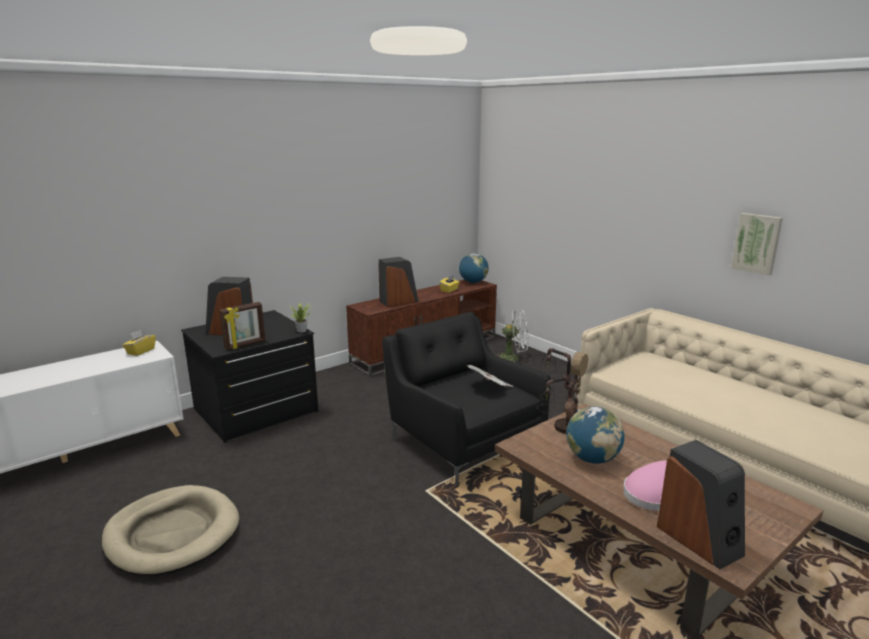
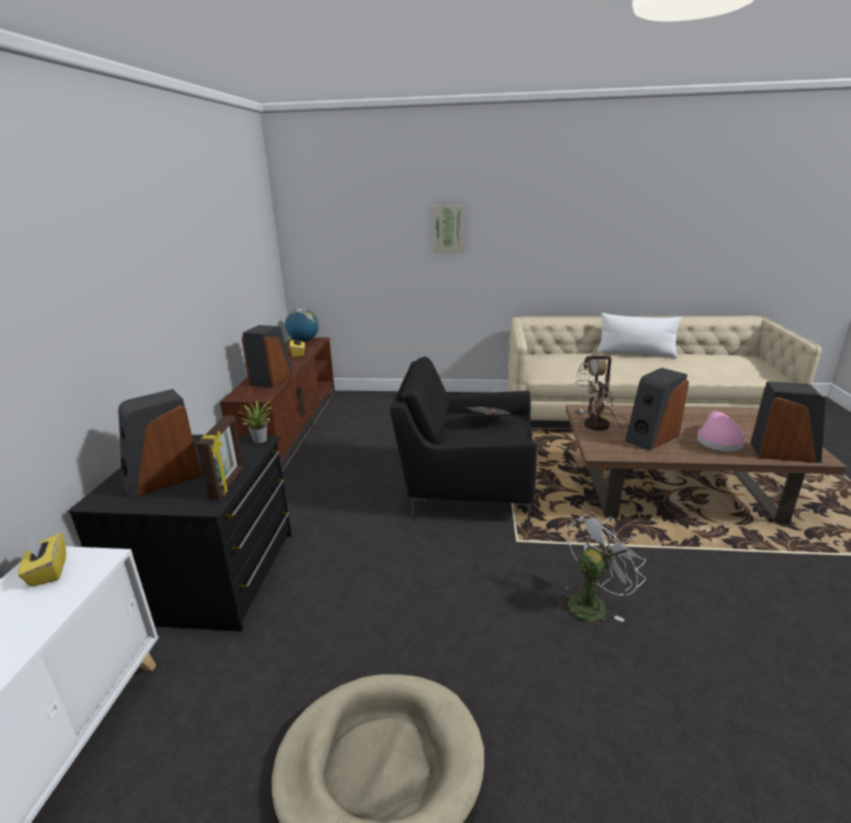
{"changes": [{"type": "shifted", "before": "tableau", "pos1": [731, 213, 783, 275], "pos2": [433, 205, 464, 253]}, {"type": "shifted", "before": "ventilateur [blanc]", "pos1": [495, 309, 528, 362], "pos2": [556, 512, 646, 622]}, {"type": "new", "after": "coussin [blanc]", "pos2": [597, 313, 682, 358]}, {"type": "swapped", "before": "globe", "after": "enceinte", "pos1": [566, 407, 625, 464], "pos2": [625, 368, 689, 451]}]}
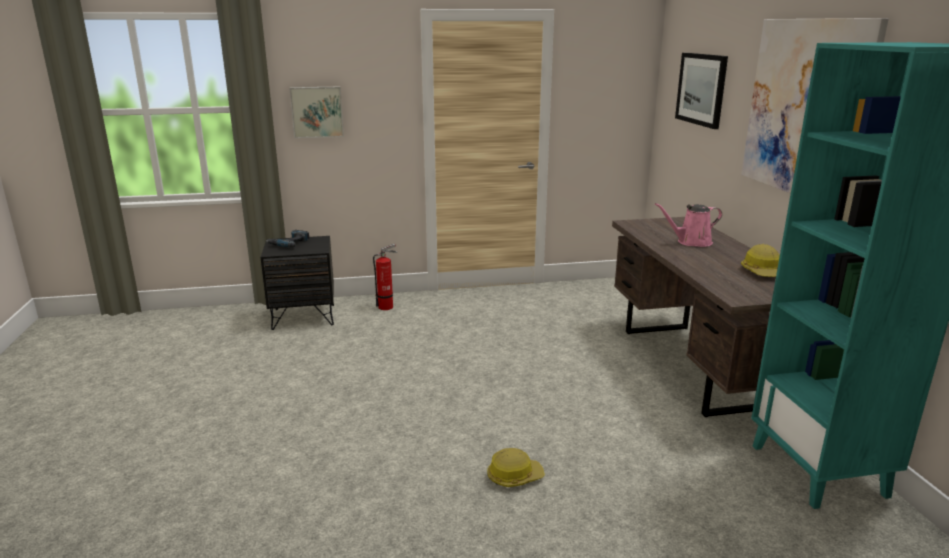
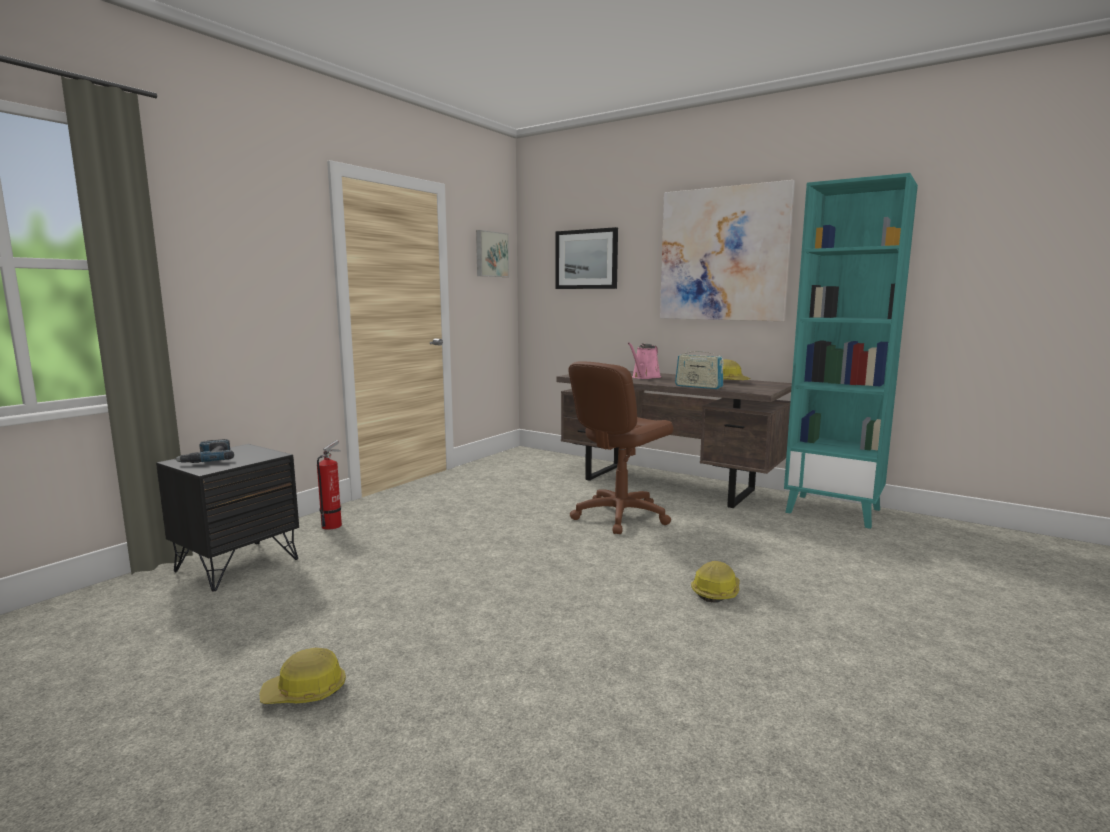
{"changes": [{"type": "new", "after": "casque de chantier", "pos2": [259, 648, 346, 704]}, {"type": "shifted", "before": "tableau", "pos1": [289, 87, 344, 138], "pos2": [476, 230, 509, 277]}, {"type": "new", "after": "chaise de bureau [marron]", "pos2": [568, 361, 673, 534]}, {"type": "new", "after": "radio", "pos2": [675, 347, 724, 389]}]}
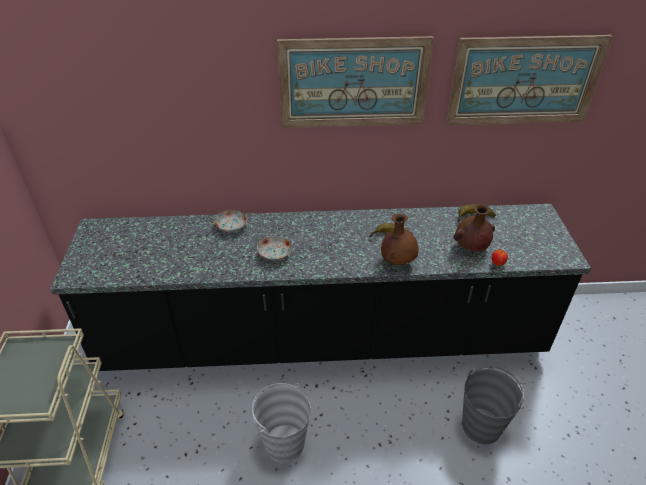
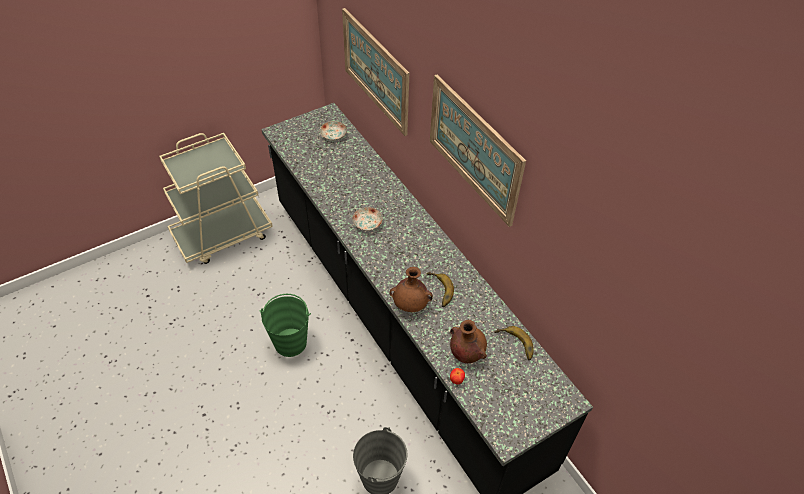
{"changes": [{"type": "repainted", "before": "seau [gris]", "after": "seau [vert]", "pos1": [252, 383, 311, 463], "pos2": [259, 294, 311, 357]}, {"type": "shifted", "before": "assiette", "pos1": [214, 210, 247, 232], "pos2": [320, 121, 347, 141]}, {"type": "shifted", "before": "tableau", "pos1": [446, 35, 613, 125], "pos2": [342, 8, 409, 136]}]}
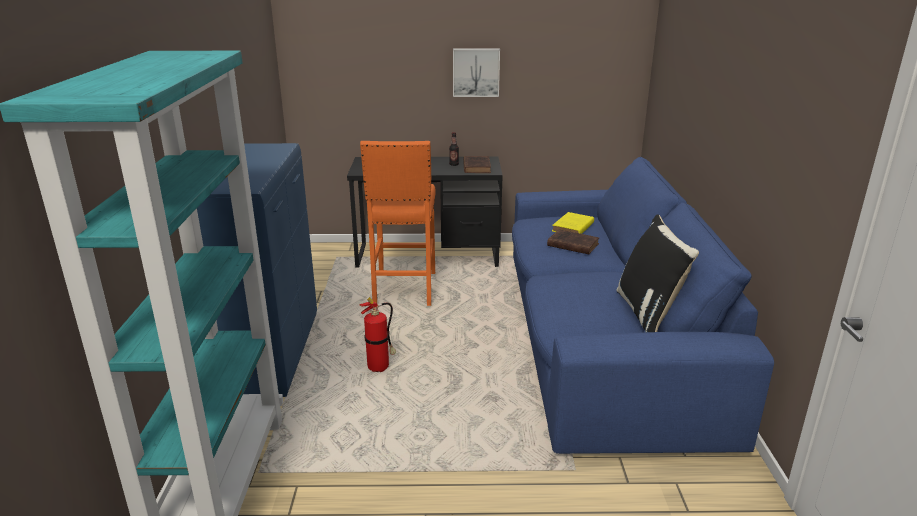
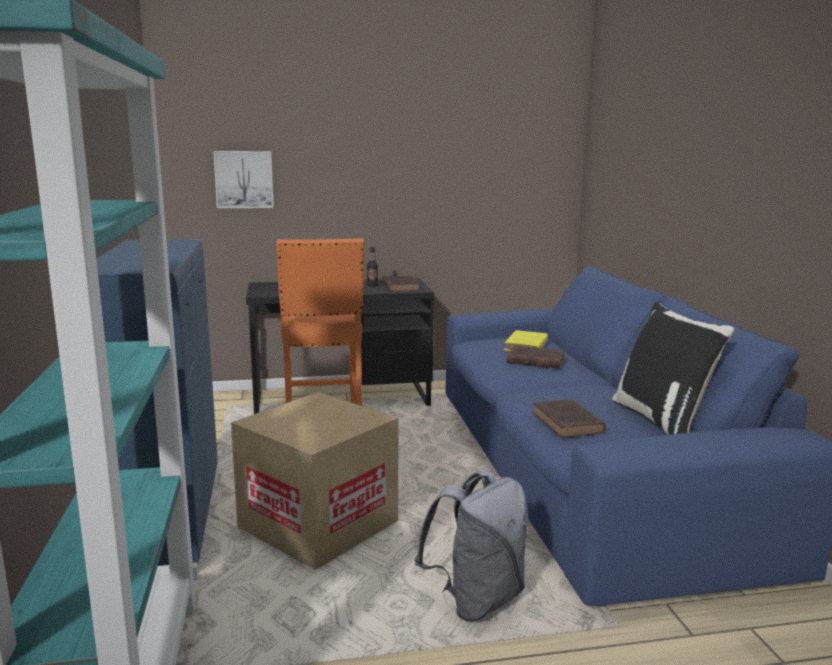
{"changes": [{"type": "shifted", "before": "tableau", "pos1": [453, 49, 500, 97], "pos2": [213, 151, 274, 208]}, {"type": "swapped", "before": "extincteur", "after": "carton", "pos1": [360, 297, 396, 372], "pos2": [231, 392, 399, 570]}, {"type": "new", "after": "sac à dos [gris]", "pos2": [414, 472, 529, 621]}, {"type": "new", "after": "livre [marron]", "pos2": [532, 399, 606, 438]}]}
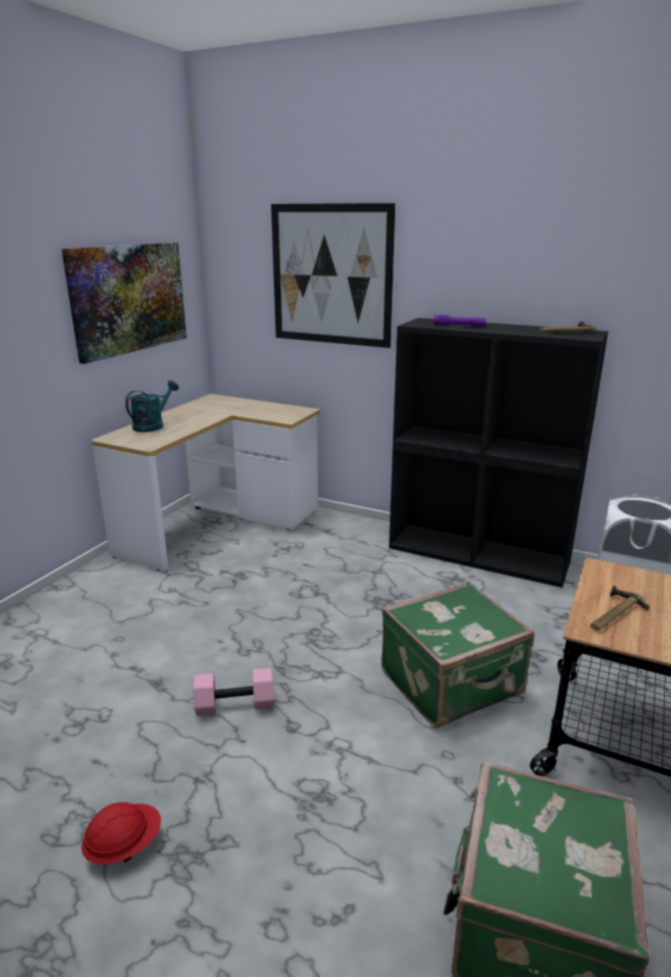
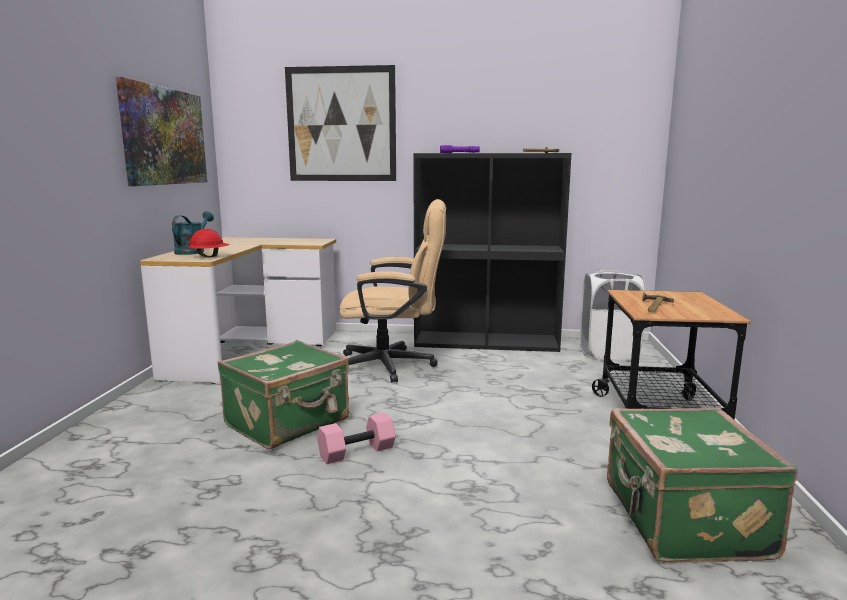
{"changes": [{"type": "shifted", "before": "casque de chantier [rouge]", "pos1": [81, 802, 161, 864], "pos2": [188, 229, 230, 257]}, {"type": "shifted", "before": "valise [vert]", "pos1": [382, 582, 534, 728], "pos2": [217, 340, 349, 450]}, {"type": "new", "after": "chaise de bureau [beige]", "pos2": [339, 199, 446, 383]}]}
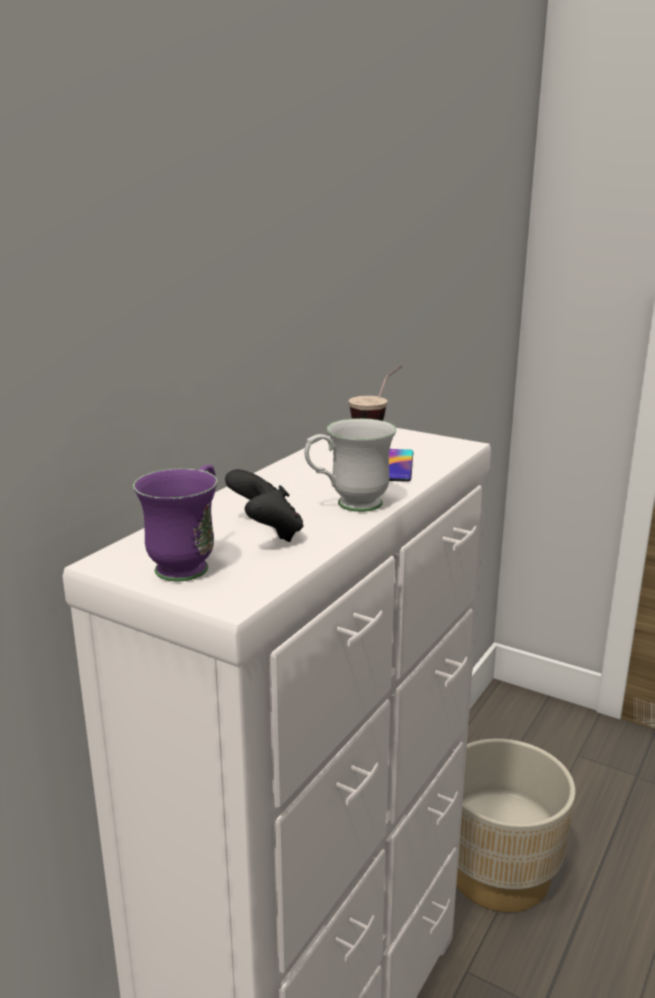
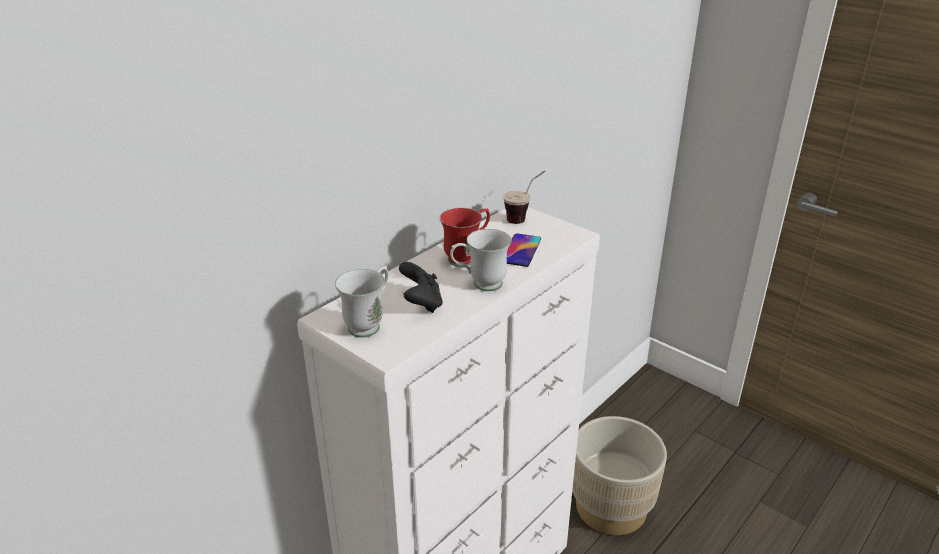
{"changes": [{"type": "repainted", "before": "mug [violet]", "after": "mug [blanc]", "pos1": [133, 465, 218, 582], "pos2": [335, 266, 389, 338]}, {"type": "new", "after": "mug [rouge]", "pos2": [440, 208, 490, 267]}]}
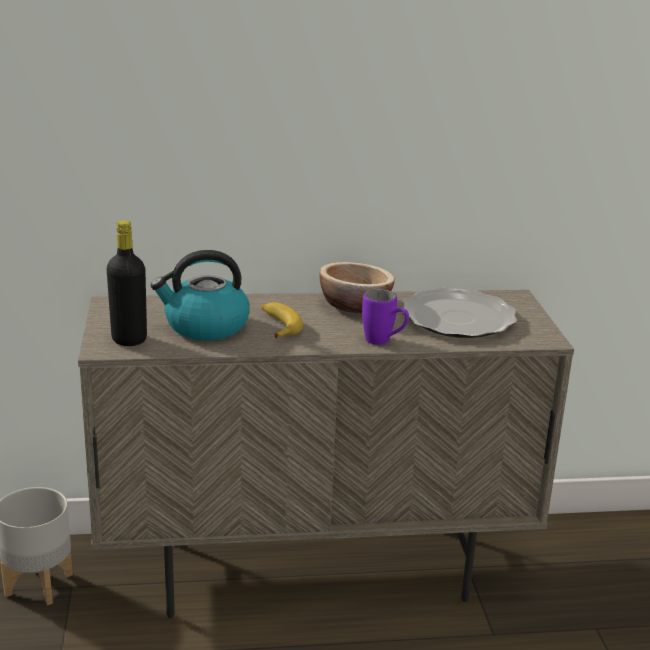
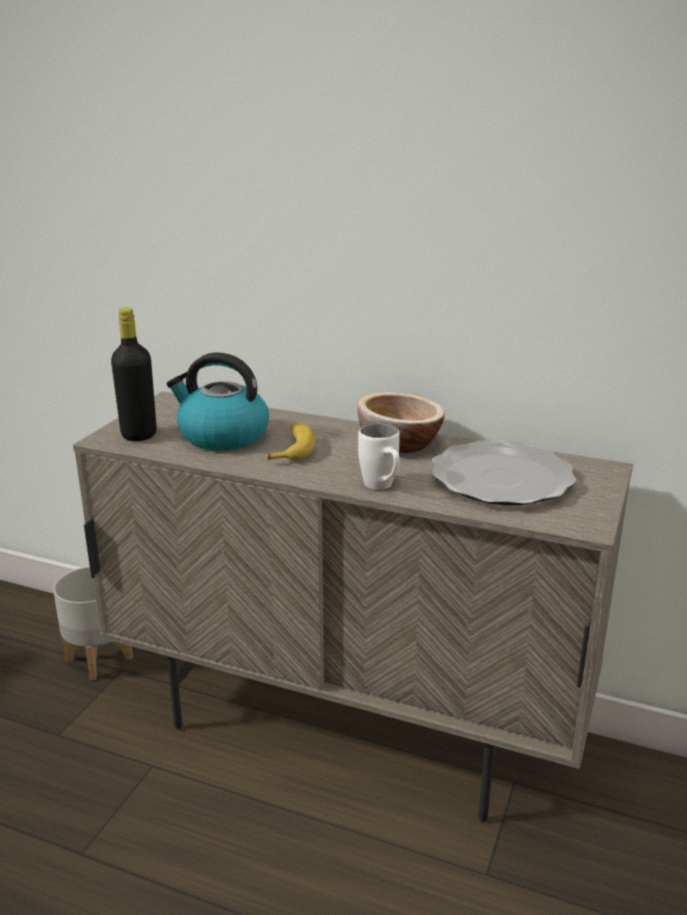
{"changes": [{"type": "repainted", "before": "mug [violet]", "after": "mug [blanc]", "pos1": [362, 289, 409, 345], "pos2": [358, 423, 400, 490]}]}
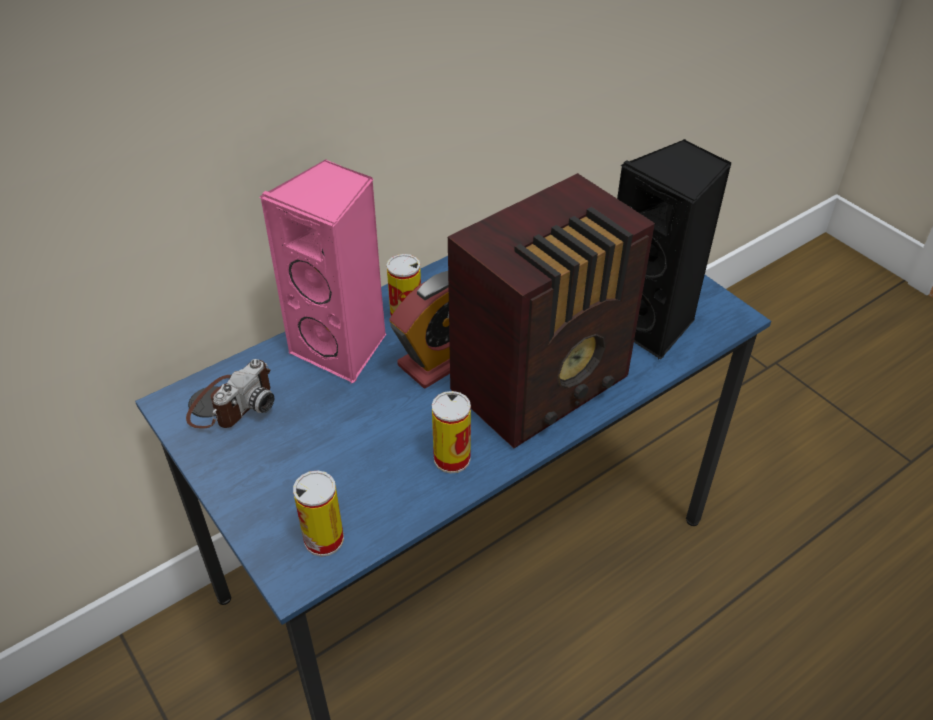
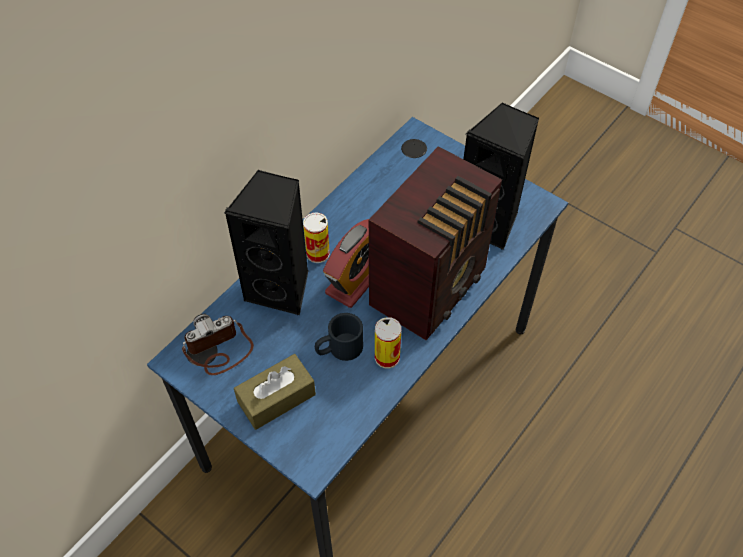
{"changes": [{"type": "rotated", "before": "appareil photo", "pos1": [186, 359, 274, 429], "pos2": [182, 314, 254, 375], "turn": -135}, {"type": "repainted", "before": "enceinte [rose]", "after": "enceinte [noir]", "pos1": [259, 159, 386, 384], "pos2": [224, 170, 309, 315]}, {"type": "new", "after": "boîte à mouchoirs [marron]", "pos2": [234, 354, 316, 430]}, {"type": "new", "after": "mug [noir]", "pos2": [315, 313, 363, 361]}, {"type": "gone", "before": "boîte métallique", "pos1": [293, 470, 344, 557]}]}
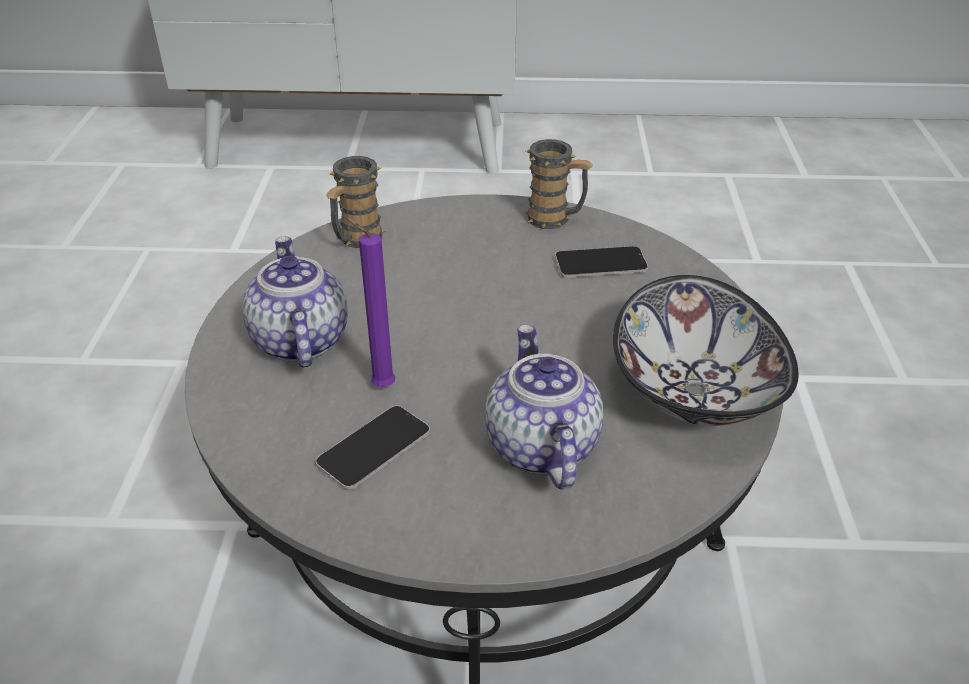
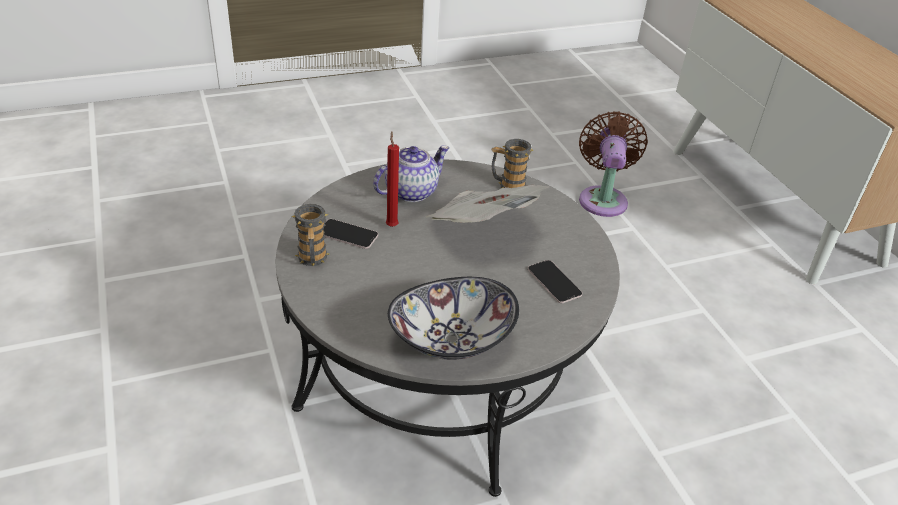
{"changes": [{"type": "shifted", "before": "mug", "pos1": [524, 139, 593, 229], "pos2": [292, 204, 329, 266]}, {"type": "repainted", "before": "bougie [violet]", "after": "bougie [rouge]", "pos1": [345, 217, 395, 387], "pos2": [386, 131, 399, 227]}, {"type": "new", "after": "journal", "pos2": [426, 185, 549, 223]}, {"type": "new", "after": "ventilateur [marron]", "pos2": [579, 111, 648, 217]}, {"type": "gone", "before": "théière", "pos1": [485, 324, 603, 490]}]}
